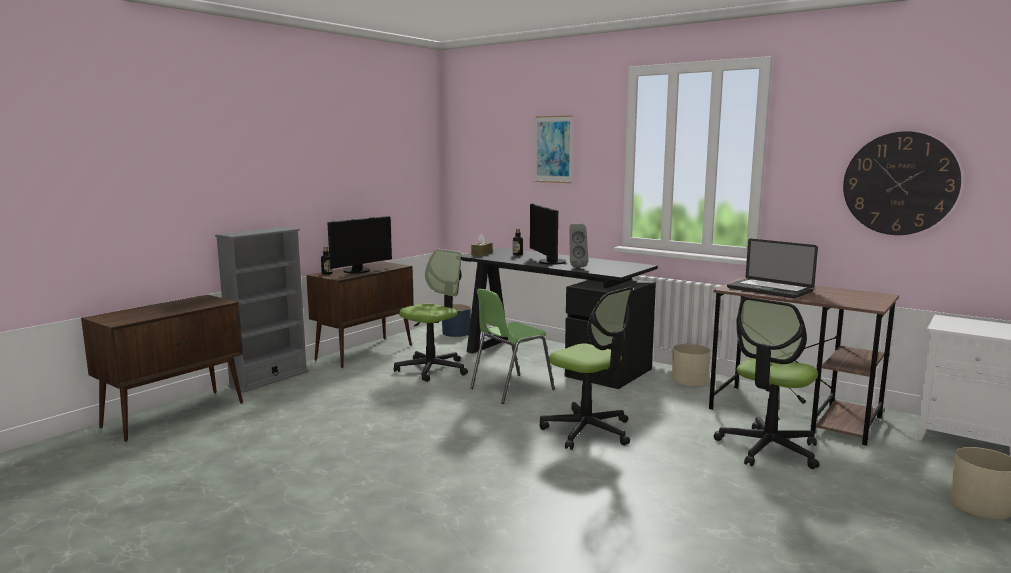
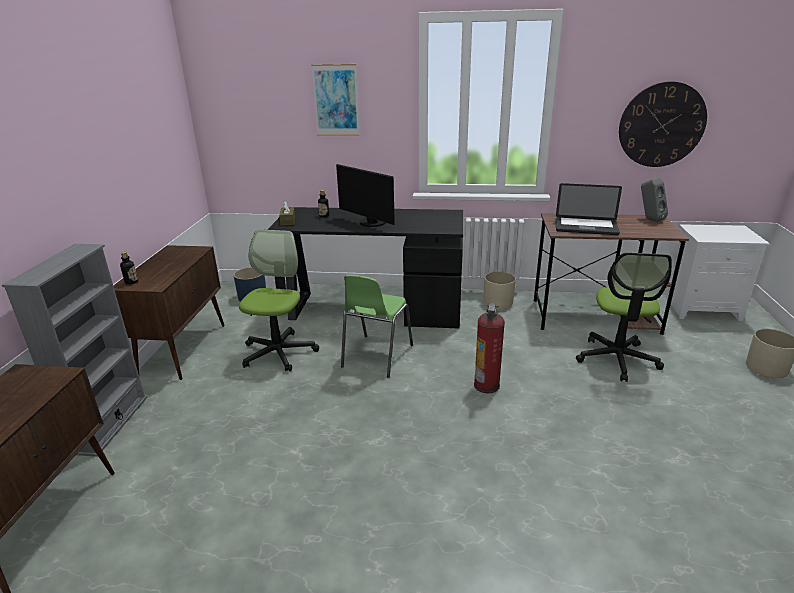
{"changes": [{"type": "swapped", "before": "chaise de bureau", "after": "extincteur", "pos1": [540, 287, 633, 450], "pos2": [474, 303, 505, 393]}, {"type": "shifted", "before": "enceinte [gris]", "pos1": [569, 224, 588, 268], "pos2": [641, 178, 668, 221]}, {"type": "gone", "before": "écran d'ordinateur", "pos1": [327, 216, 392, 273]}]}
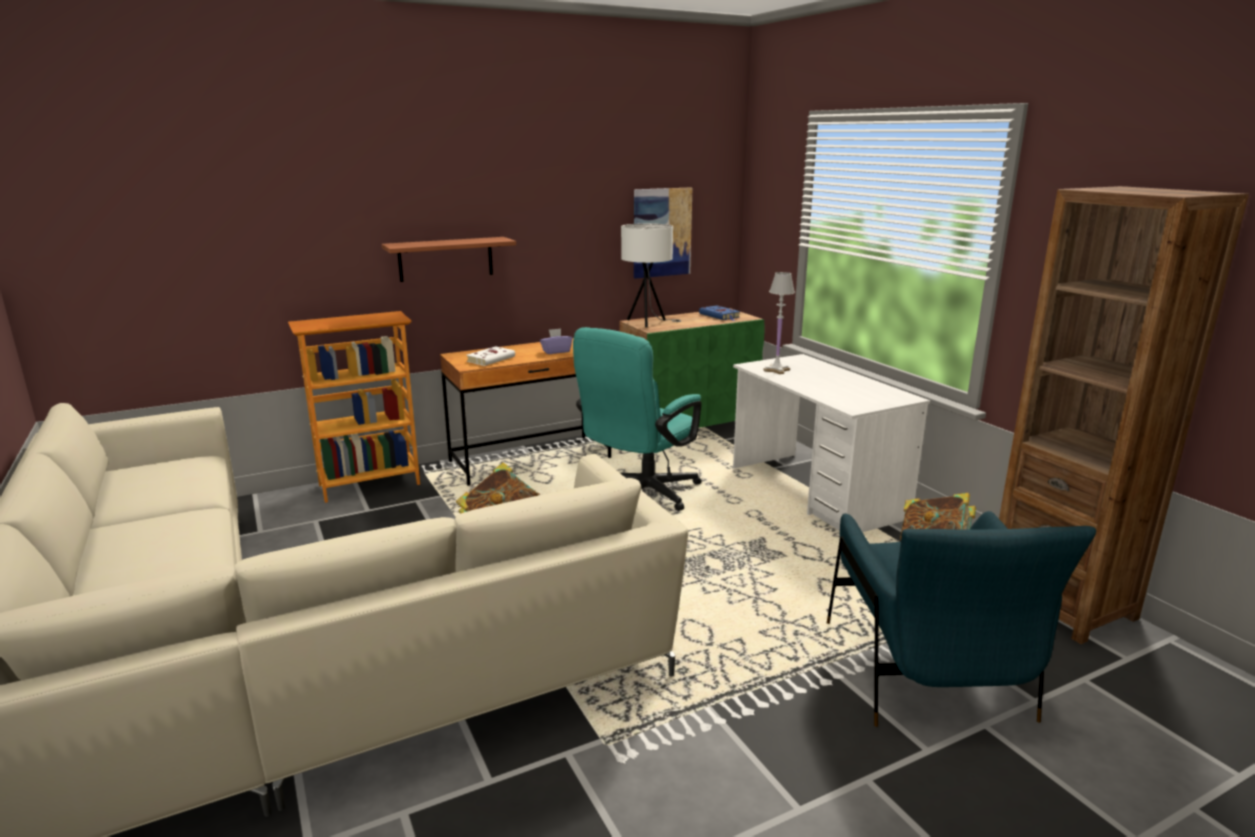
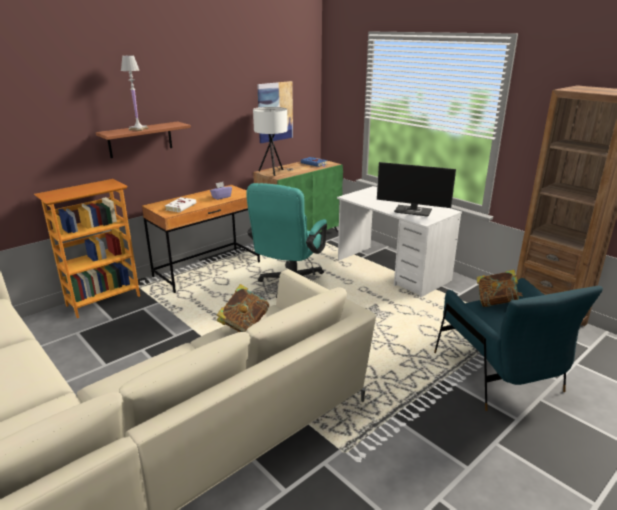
{"changes": [{"type": "shifted", "before": "lampe de table [blanc]", "pos1": [763, 272, 795, 374], "pos2": [121, 56, 148, 131]}, {"type": "new", "after": "écran d'ordinateur", "pos2": [377, 162, 456, 217]}]}
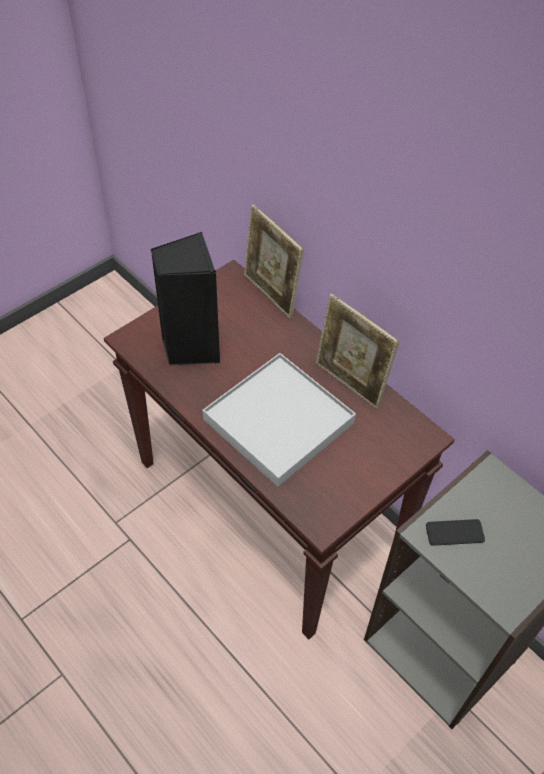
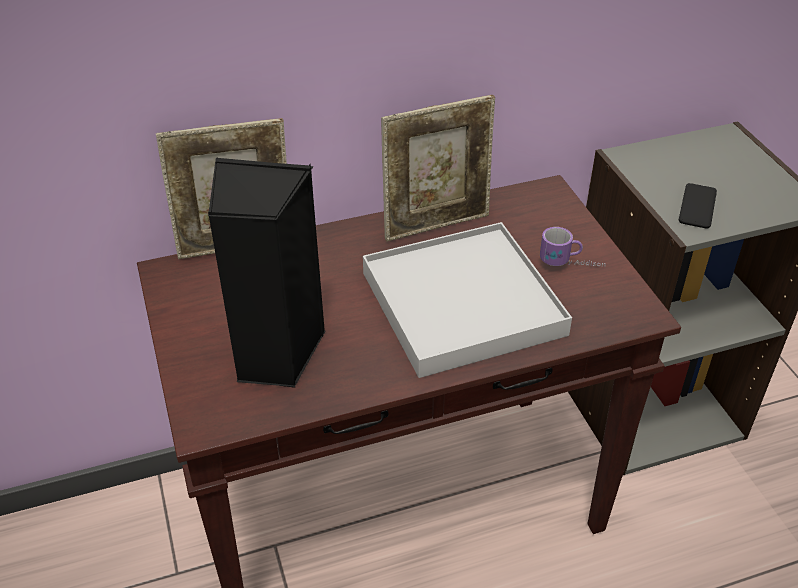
{"changes": [{"type": "new", "after": "mug", "pos2": [540, 227, 606, 267]}]}
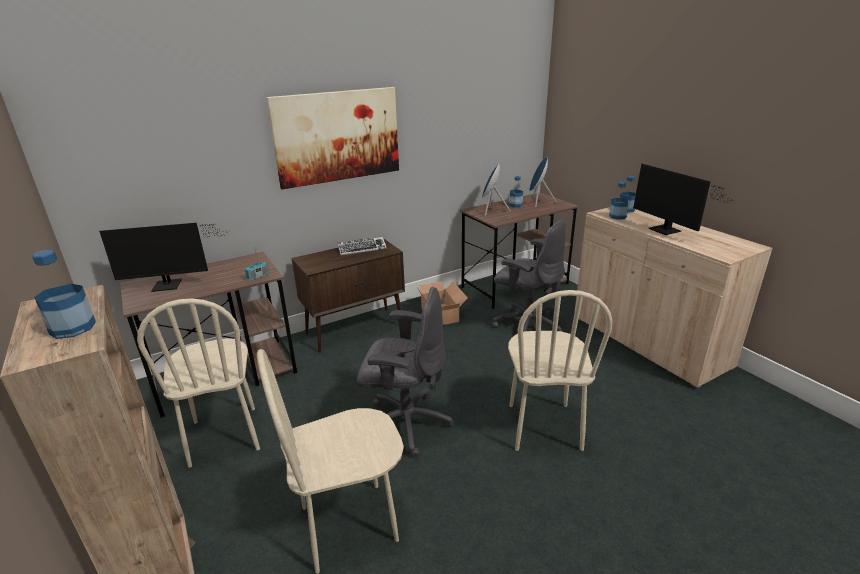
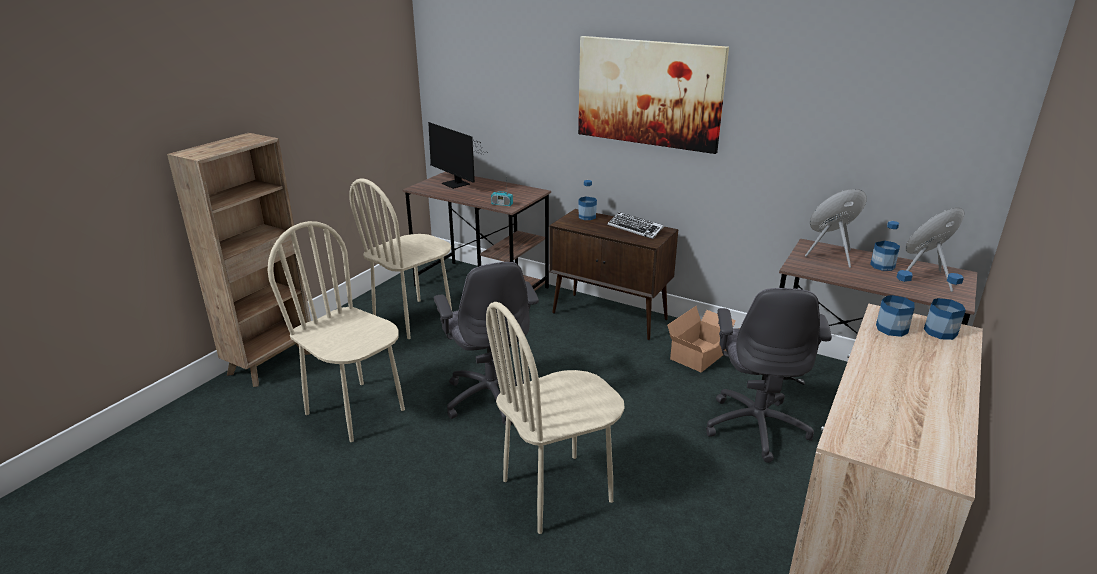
{"changes": [{"type": "shifted", "before": "bouteille", "pos1": [32, 250, 96, 339], "pos2": [579, 180, 597, 220]}, {"type": "gone", "before": "écran d'ordinateur", "pos1": [633, 164, 734, 235]}]}
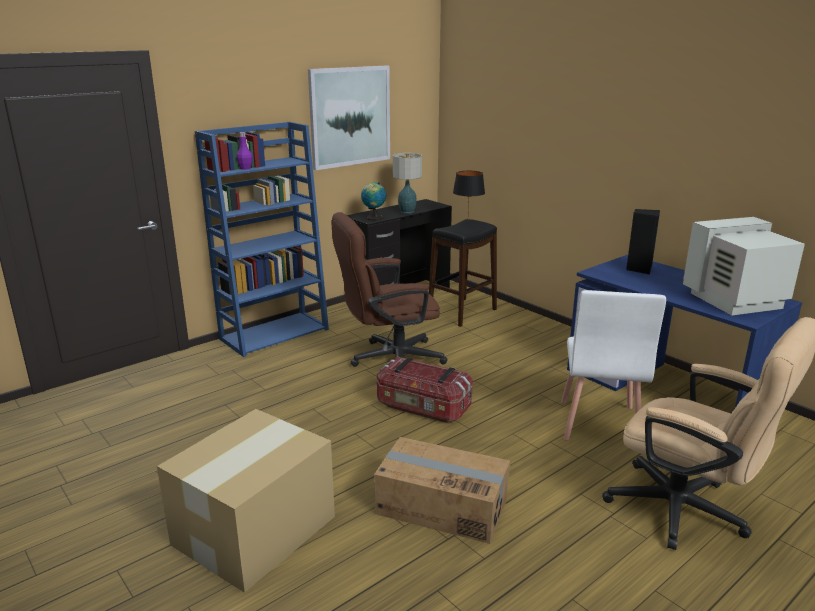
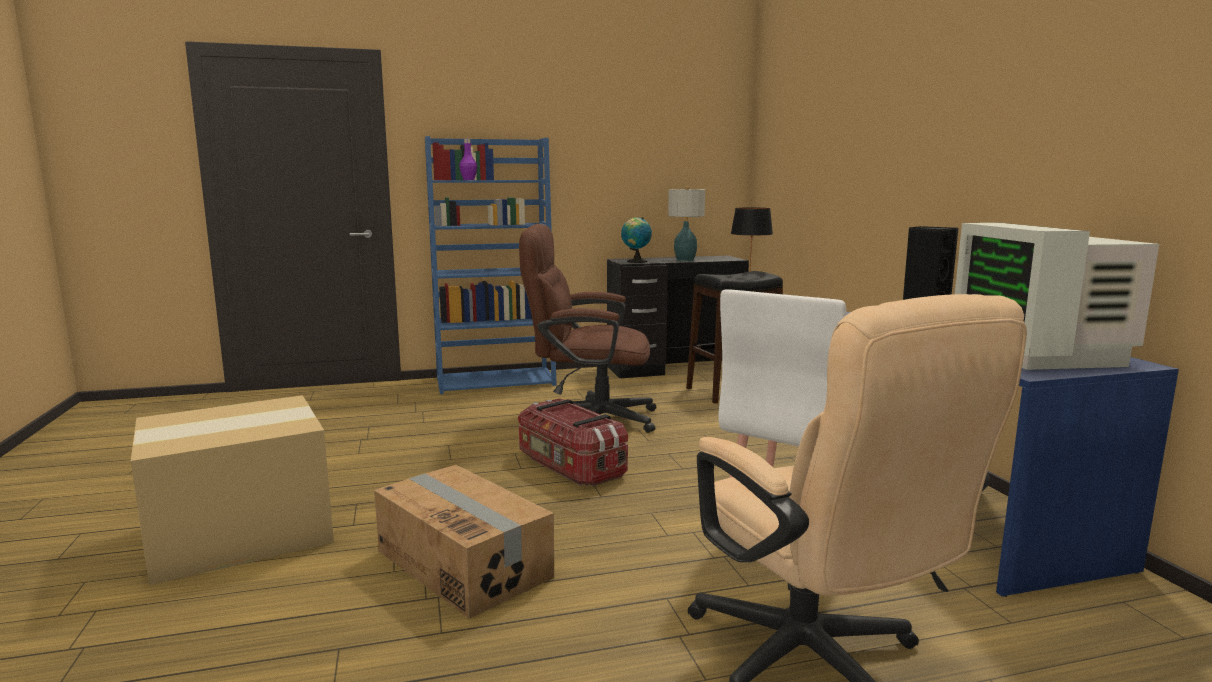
{"changes": [{"type": "rotated", "before": "écran d'ordinateur", "pos1": [683, 217, 805, 315], "pos2": [955, 223, 1159, 370], "turn": -105}, {"type": "gone", "before": "tableau", "pos1": [308, 66, 390, 170]}]}
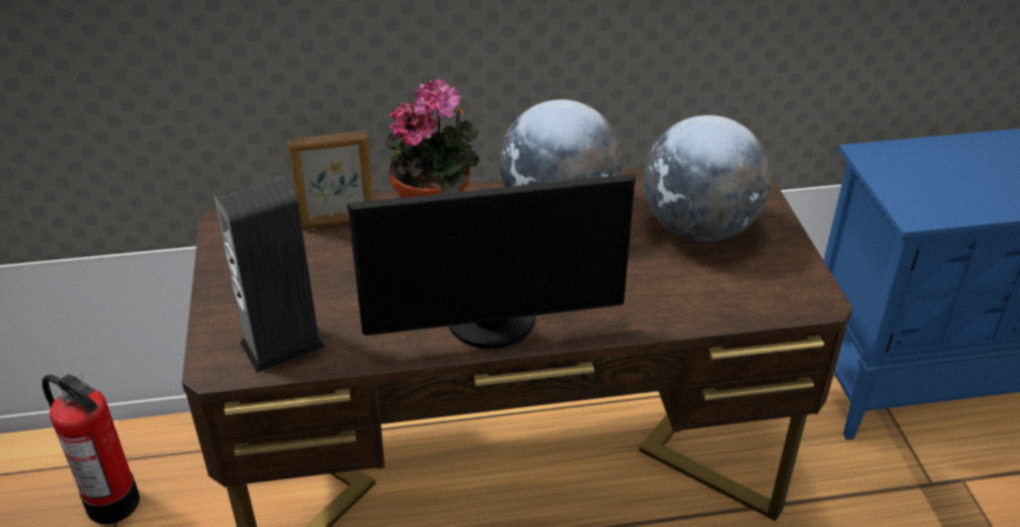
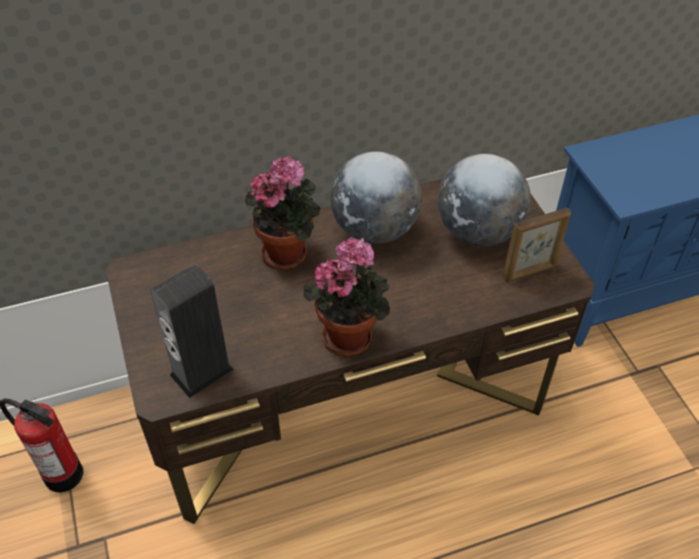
{"changes": [{"type": "swapped", "before": "écran d'ordinateur", "after": "plante en pot", "pos1": [347, 174, 636, 349], "pos2": [304, 237, 390, 357]}, {"type": "shifted", "before": "cadre photo", "pos1": [288, 130, 374, 229], "pos2": [503, 208, 571, 282]}]}
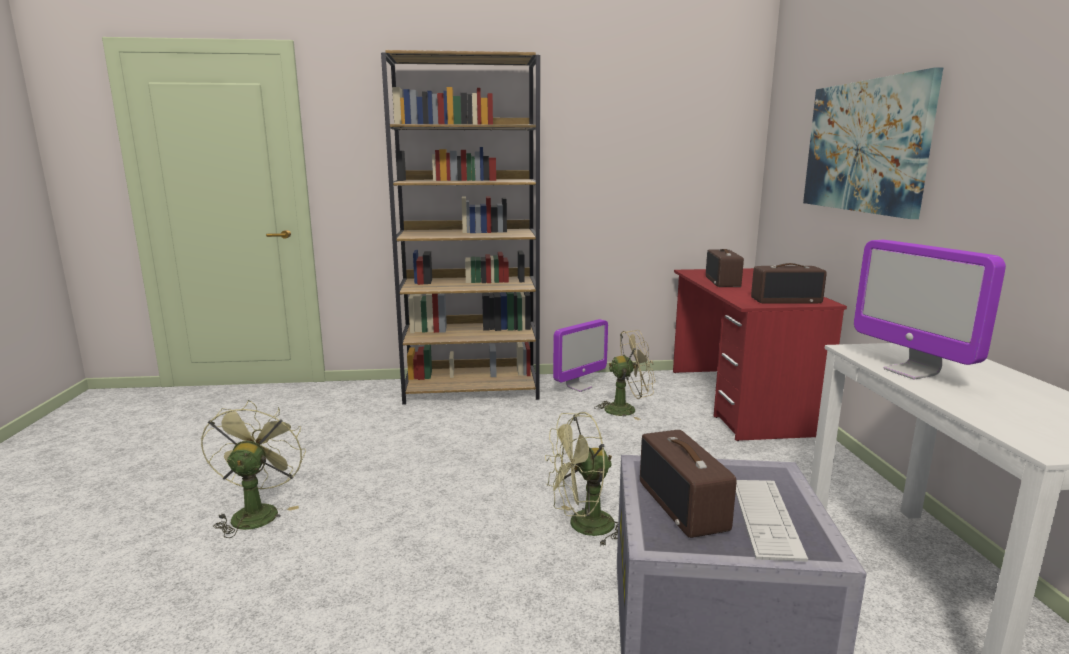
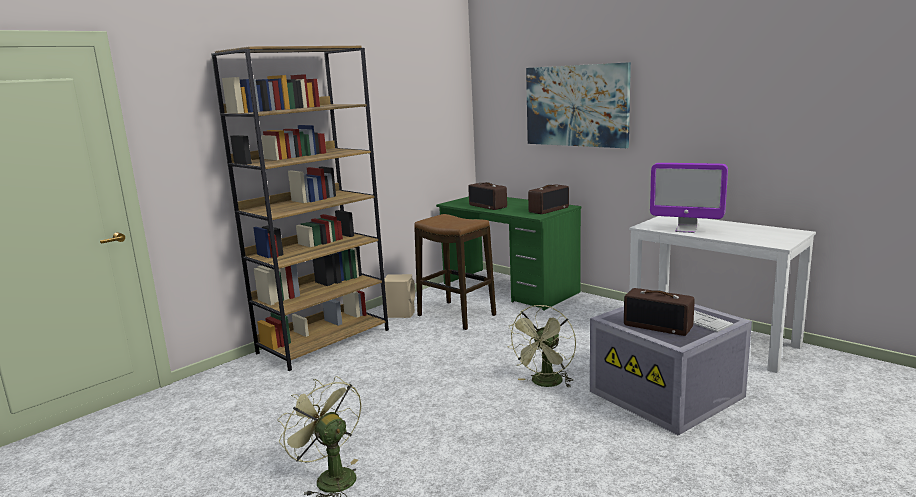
{"changes": [{"type": "swapped", "before": "écran d'ordinateur", "after": "enceinte [beige]", "pos1": [553, 319, 608, 392], "pos2": [384, 274, 415, 318]}, {"type": "swapped", "before": "ventilateur [beige]", "after": "tabouret", "pos1": [594, 330, 655, 420], "pos2": [414, 214, 496, 330]}, {"type": "repainted", "before": "bureau [rouge]", "after": "bureau [vert]", "pos1": [673, 268, 847, 441], "pos2": [436, 196, 582, 311]}]}
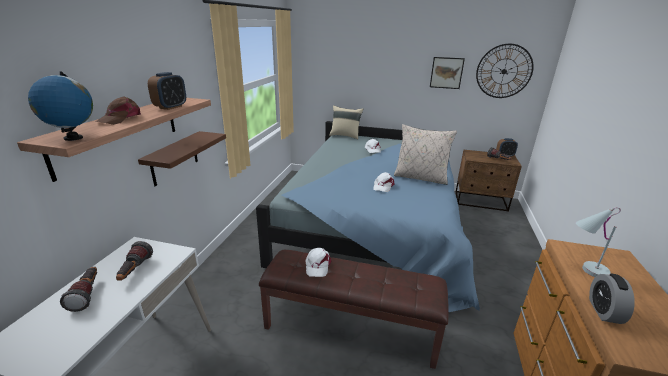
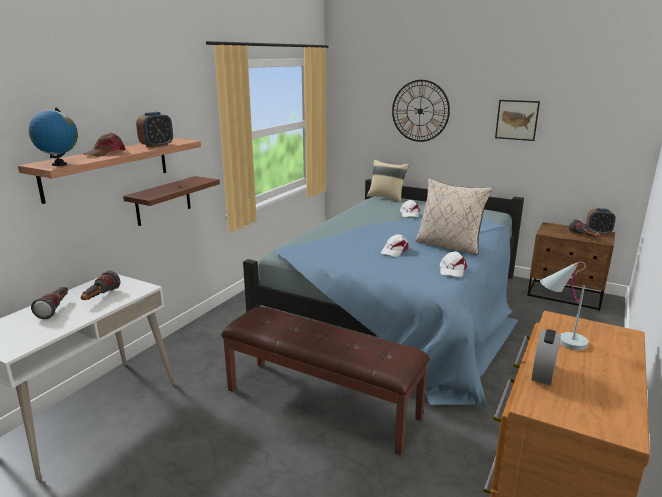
{"changes": [{"type": "shifted", "before": "horloge murale", "pos1": [476, 44, 534, 98], "pos2": [392, 80, 450, 142]}, {"type": "shifted", "before": "casquette [blanc]", "pos1": [305, 248, 331, 277], "pos2": [440, 251, 467, 277]}]}
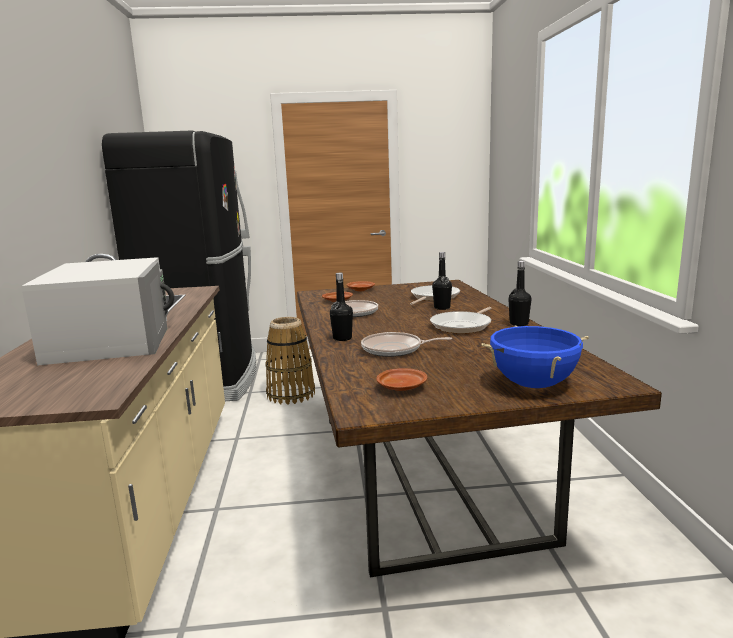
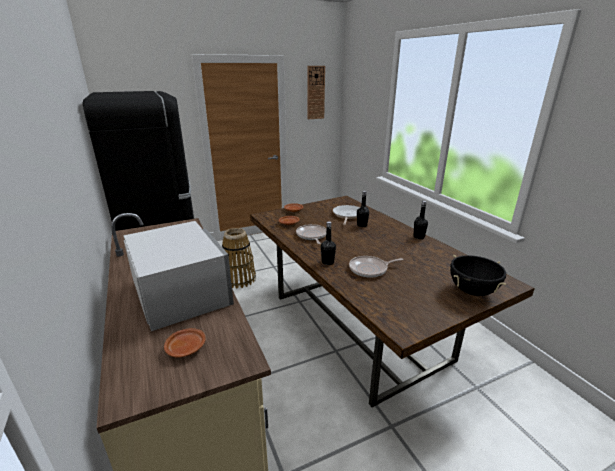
{"changes": [{"type": "shifted", "before": "assiette [marron]", "pos1": [376, 368, 427, 391], "pos2": [164, 328, 206, 358]}, {"type": "new", "after": "horloge murale", "pos2": [308, 66, 325, 119]}, {"type": "repainted", "before": "marmite [bleu]", "after": "marmite [noir]", "pos1": [482, 325, 589, 388], "pos2": [450, 255, 507, 296]}, {"type": "gone", "before": "poêle", "pos1": [430, 307, 491, 334]}]}
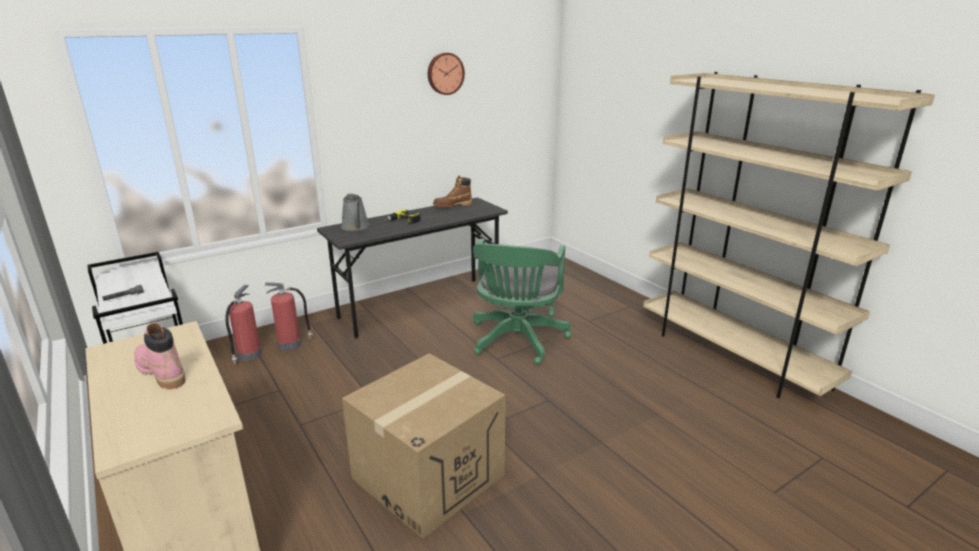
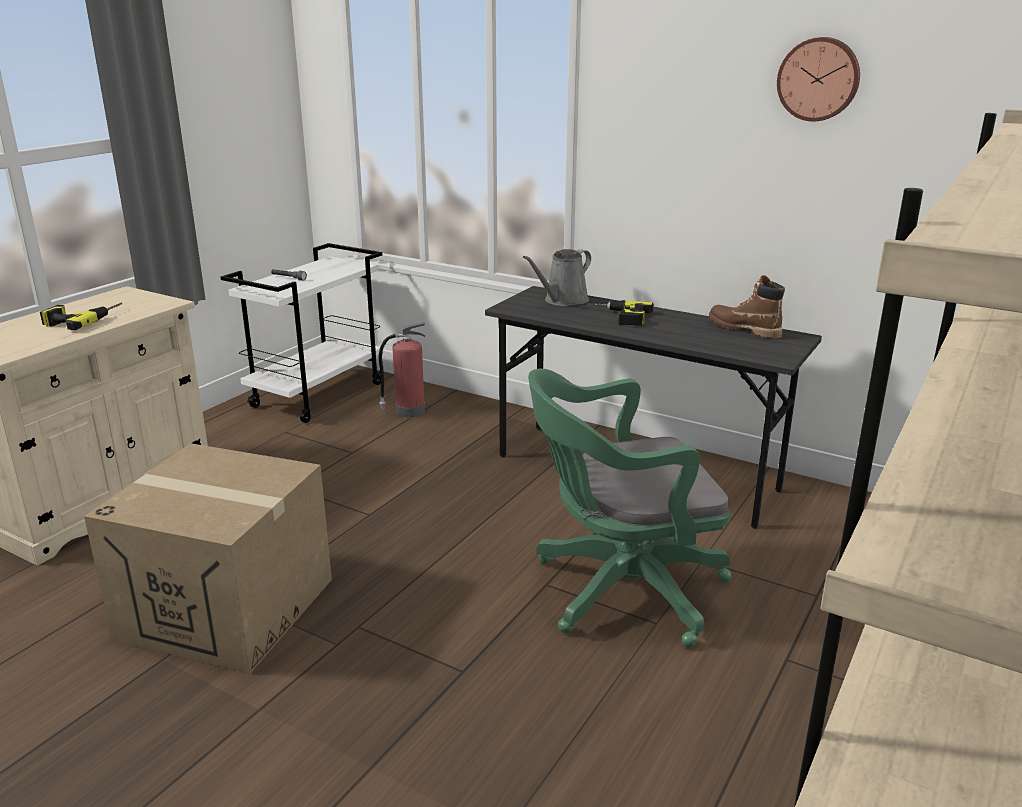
{"changes": [{"type": "swapped", "before": "botte [rose]", "after": "perceuse", "pos1": [134, 323, 186, 389], "pos2": [40, 303, 122, 330]}, {"type": "gone", "before": "extincteur", "pos1": [265, 283, 312, 350]}]}
